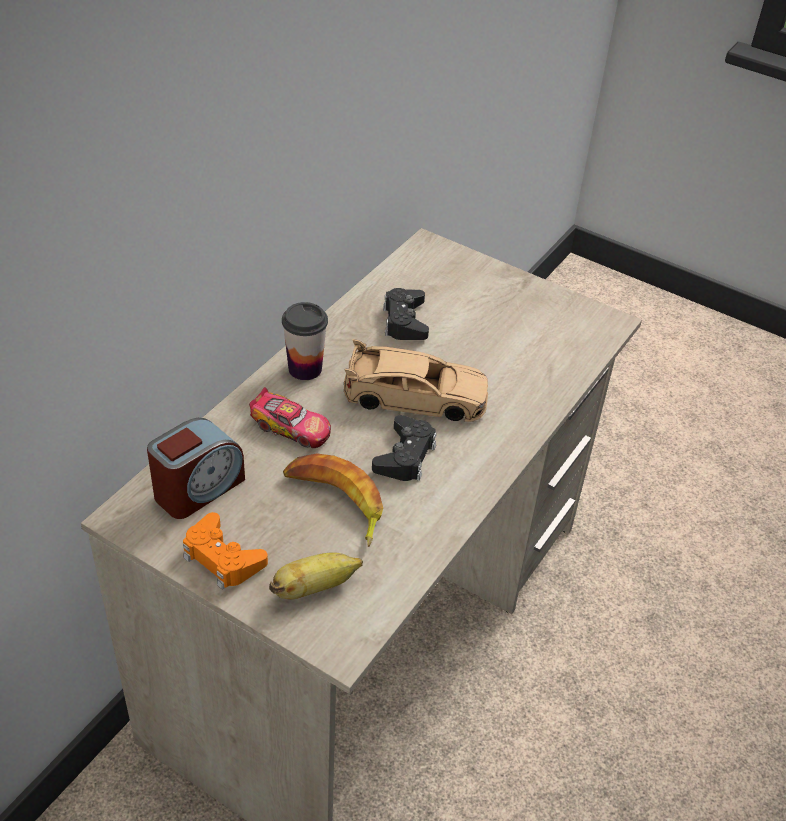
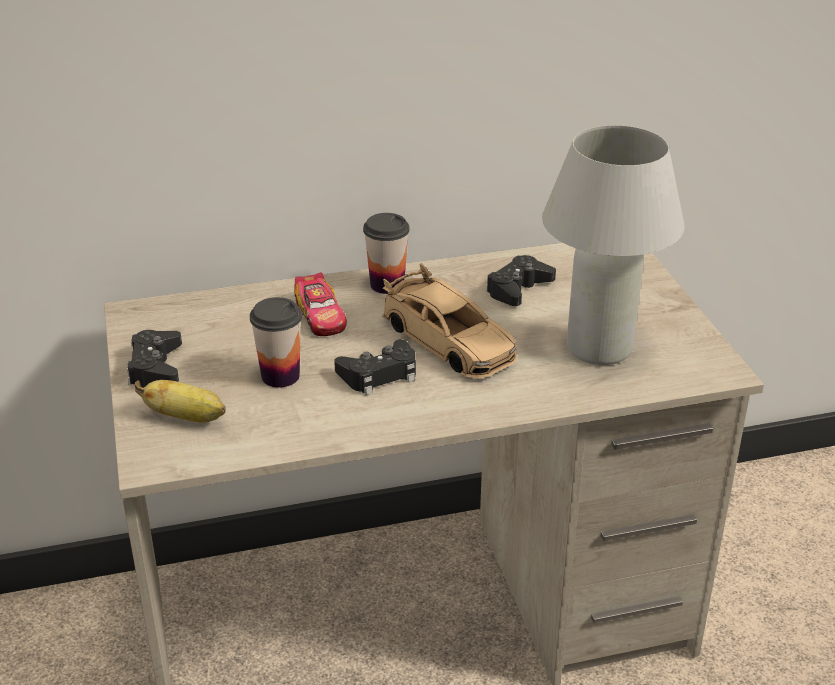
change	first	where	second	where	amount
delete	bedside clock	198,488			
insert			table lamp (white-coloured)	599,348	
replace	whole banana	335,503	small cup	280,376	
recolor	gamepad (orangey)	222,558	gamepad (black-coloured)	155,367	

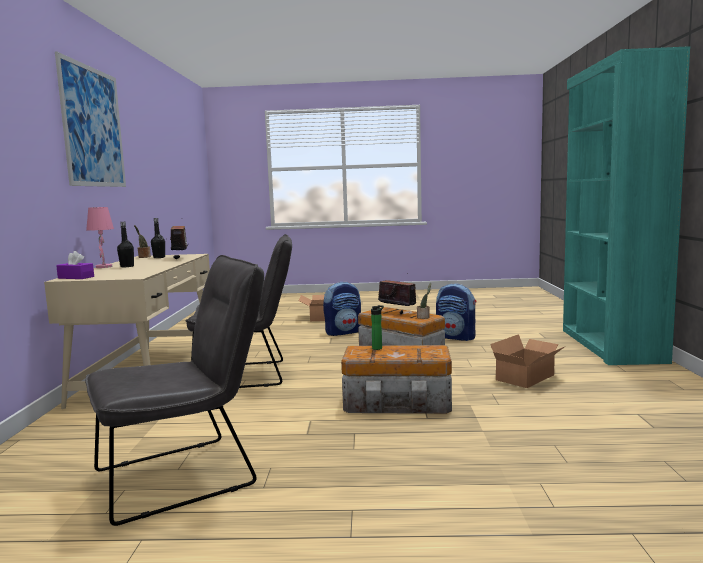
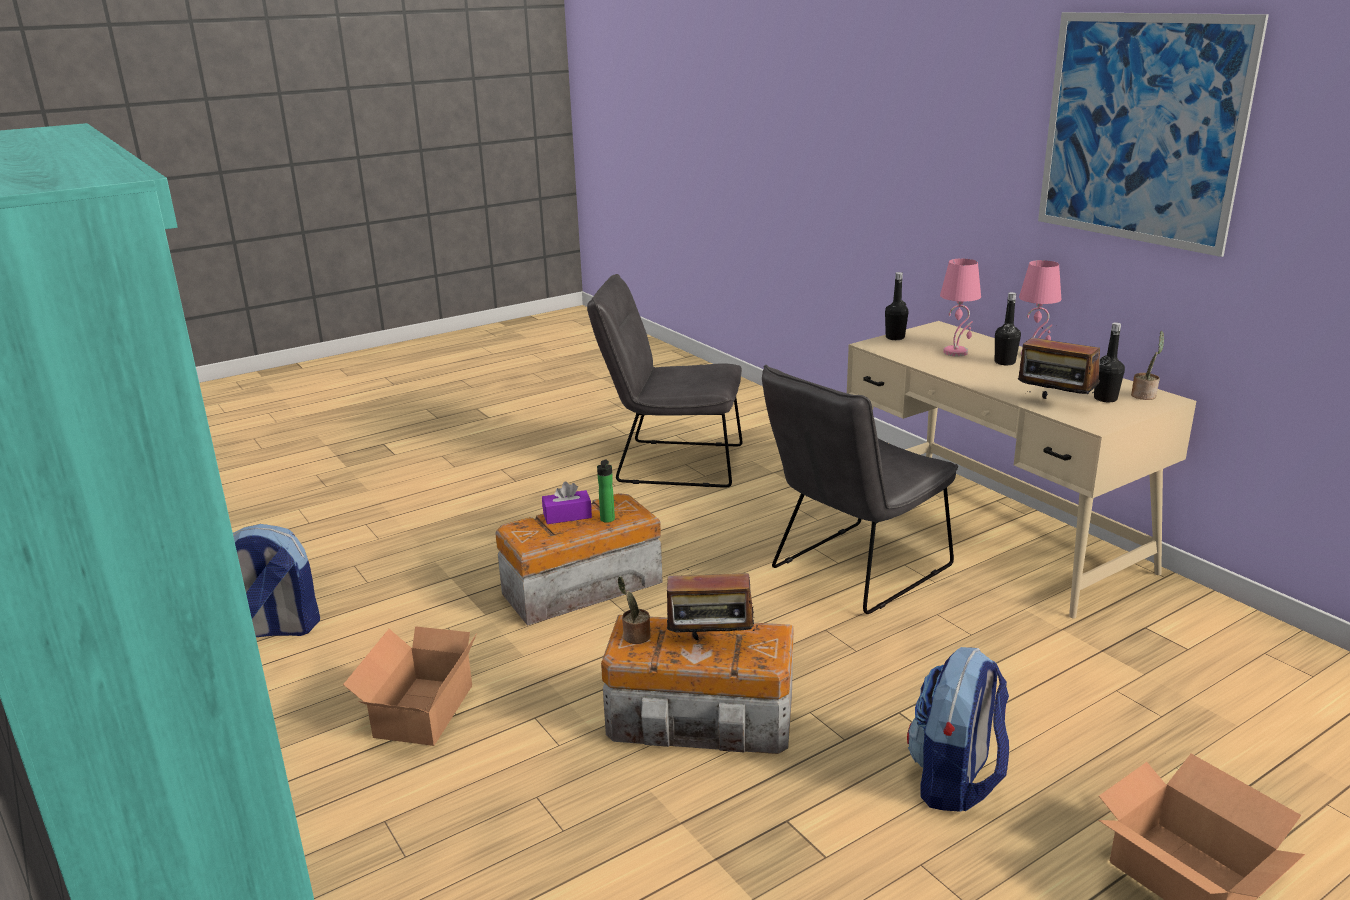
change	first	where	second	where	amount
insert			bottle (black-coloured)	895,337	
insert			table lamp (pink-coloured)	956,352	
move	tissue holder (purple-coloured)	76,277		567,516	
move	knapsack	456,337		275,629	
rotate	chair (greyish)	186,475		670,463	75 degrees clockwise

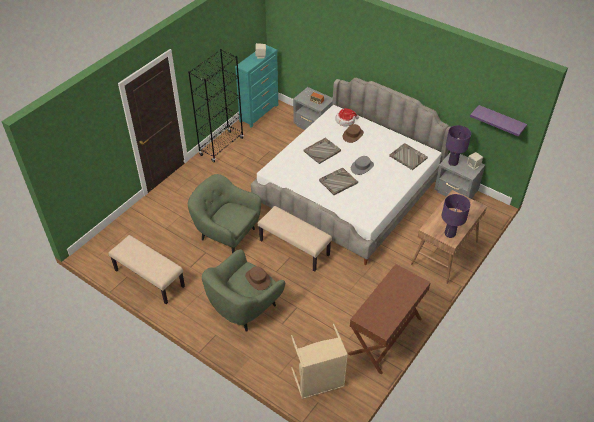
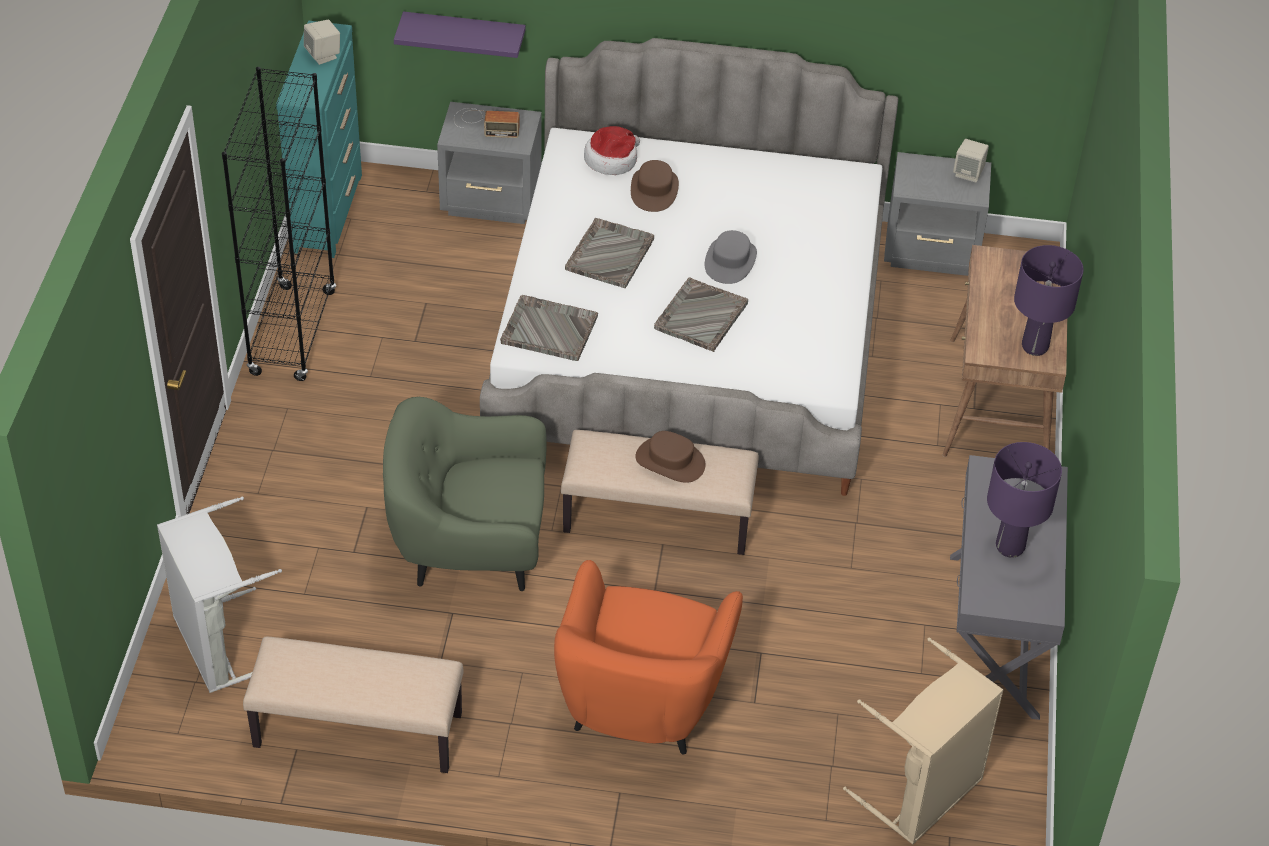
change	first	where	second	where	amount
insert			washing basket (greyish)	219,645	
move	wearable hat (brownish)	258,279		670,461	
move	serving tray (greyish)	408,157		548,329	
move	table lamp (purple-coloured)	453,163		1010,547	
move	bracket shelf (purple-coloured)	500,121		464,34	
recolor	lounge chair (green)	244,307	lounge chair (orangey)	641,703	
recolor	hall table (brownish)	385,336	hall table (greyish)	994,635	

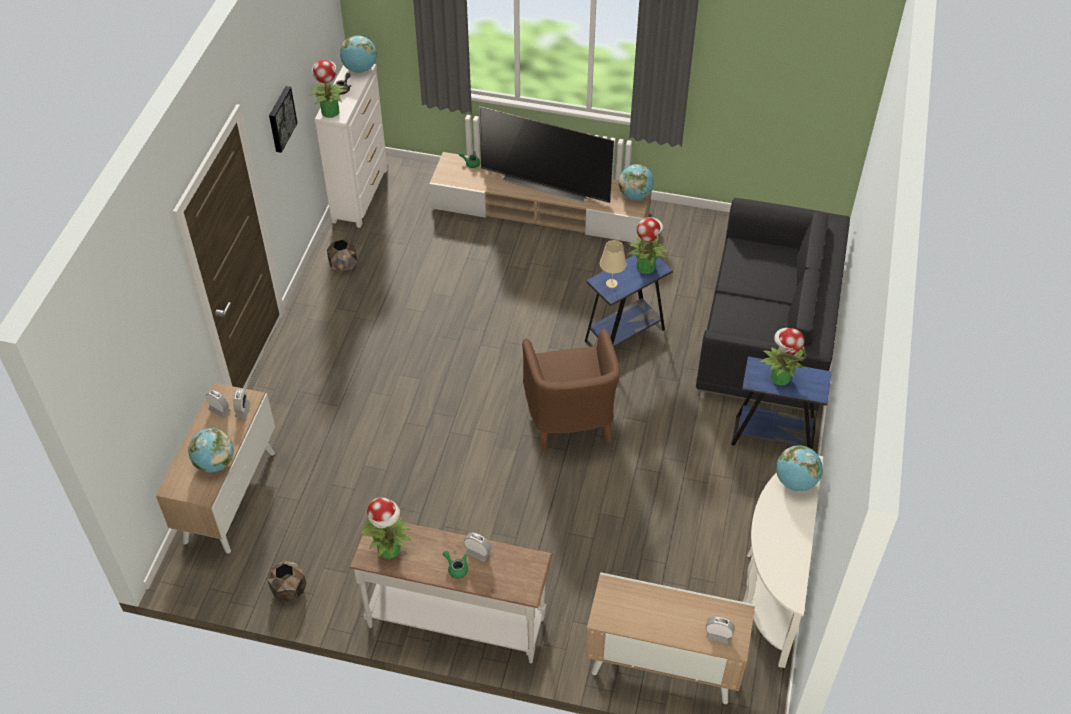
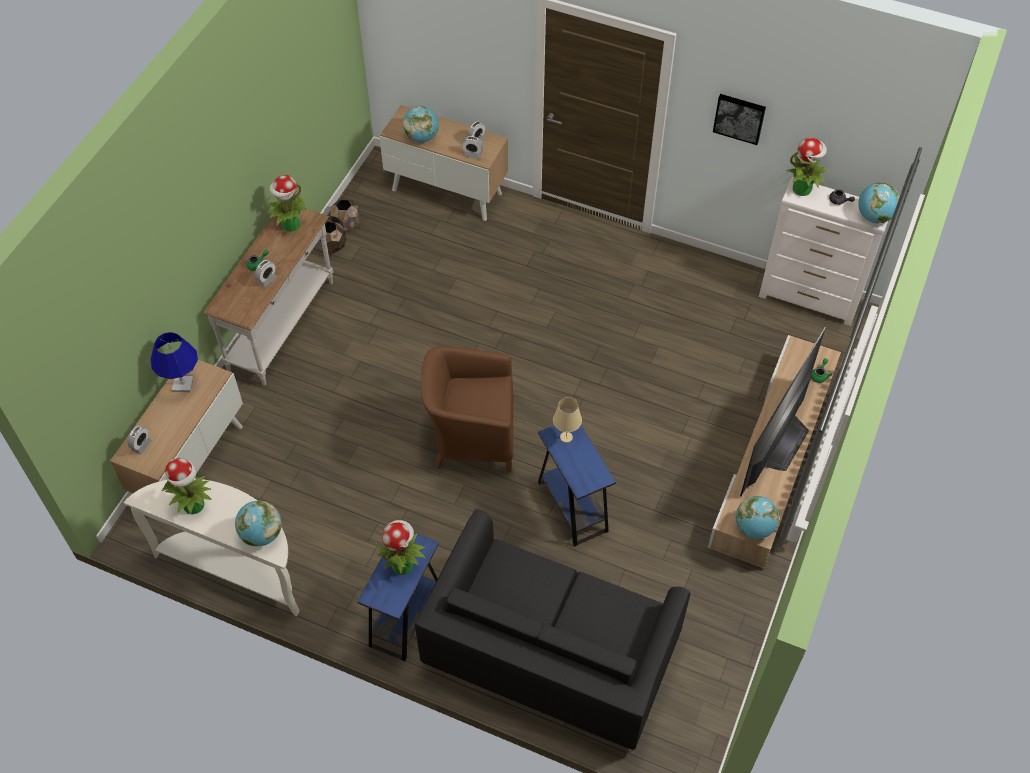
change	first	where	second	where	amount
insert			table lamp (blue)	183,384	
move	planter (brownish)	344,265		332,247	
move	plant in a pot	646,266		194,505	

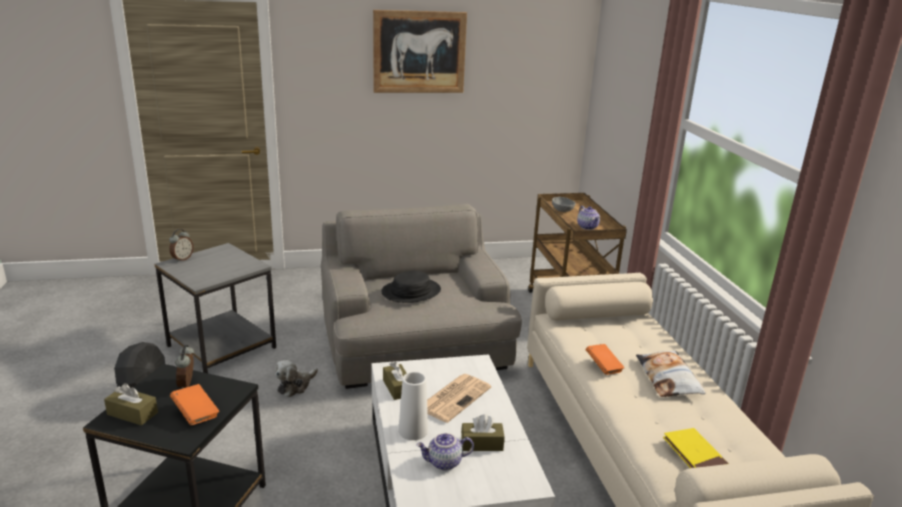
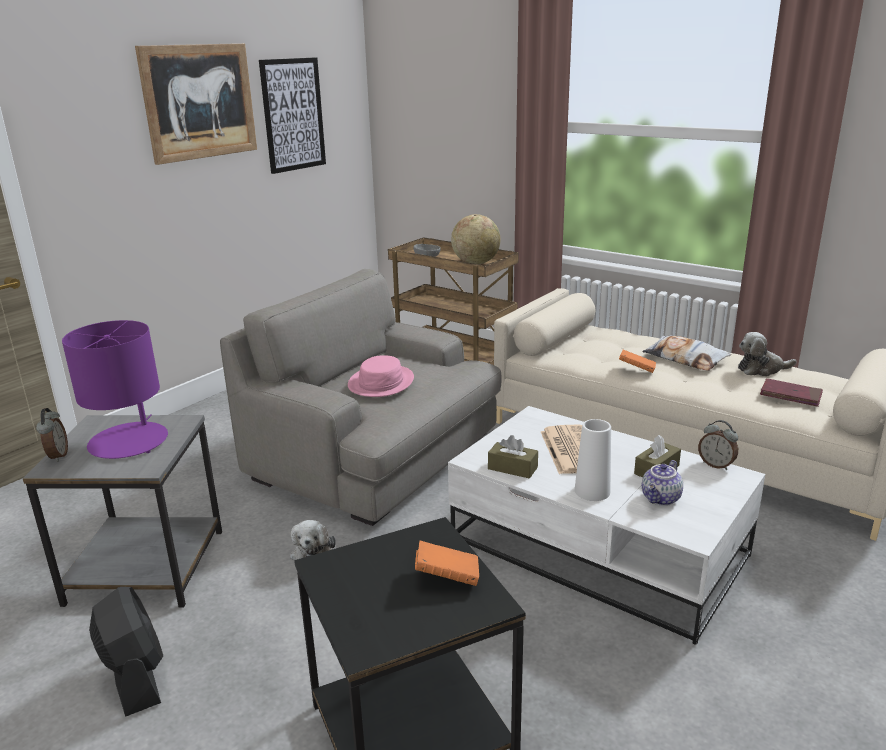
change	first	where	second	where	amount
delete	tissue holder (brownish)	132,413			
insert			table lamp (purple-coloured)	129,441	
insert			wall art	293,115	
insert			plush toy	761,369	
move	bedside clock	188,384		716,465	
replace	tea pot	588,227	desk globe	475,263	
recolor	wearable hat (black-coloured)	411,292	wearable hat (pink-coloured)	381,382	
recolor	volume (yellowish)	694,454	volume (red-coloured)	790,395	

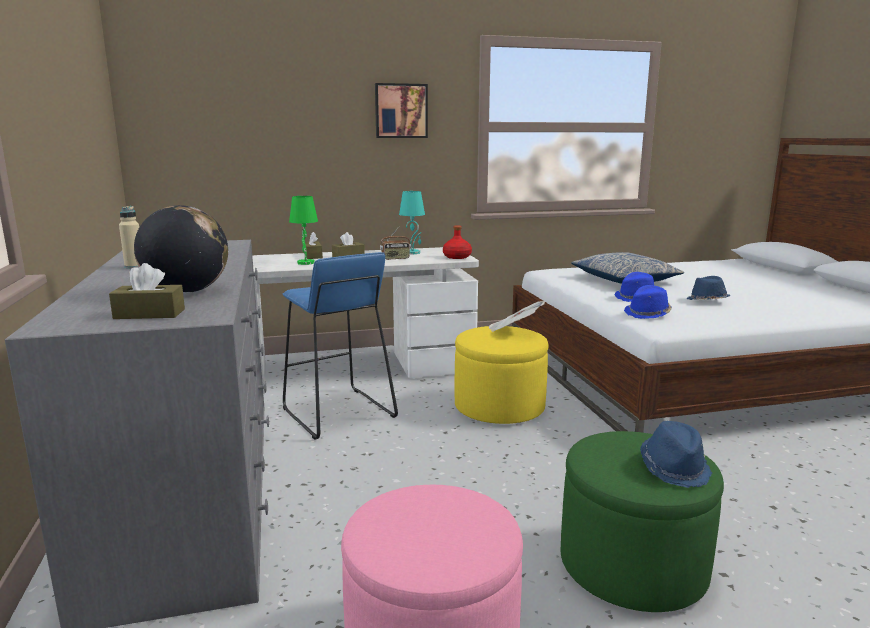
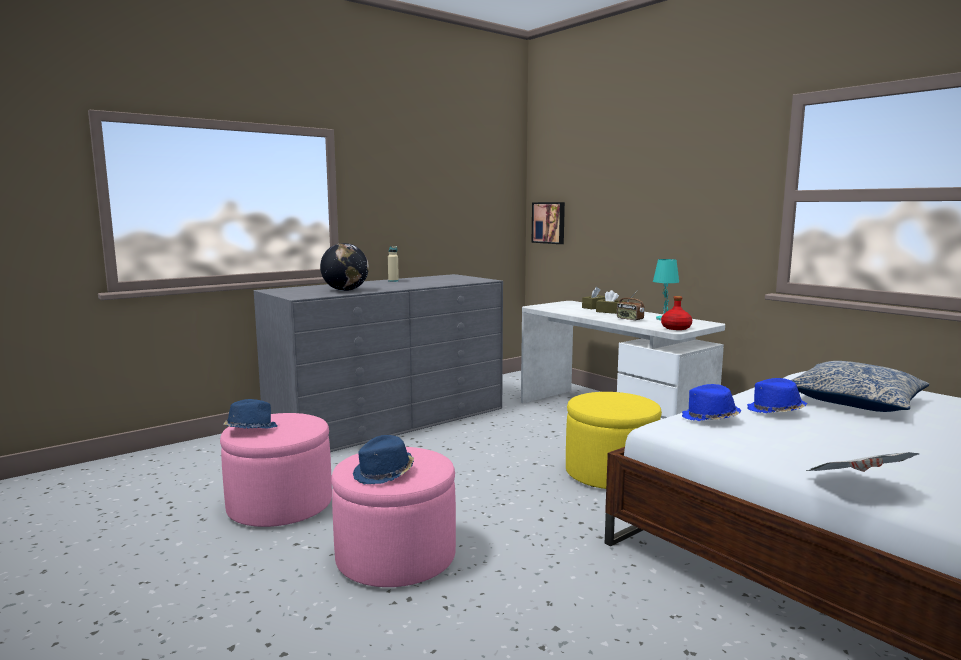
change	first	where	second	where	amount
delete	tissue holder (brownish)	149,314			
delete	stool (blue)	337,413			
delete	table lamp (green)	305,263			
move	wall art	401,111		549,222	
move	printed paper	514,331		856,486	
move	wearable hat (blue)	707,301		250,429	
recolor	pouffe (green)	632,565	pouffe (pink-coloured)	396,557	

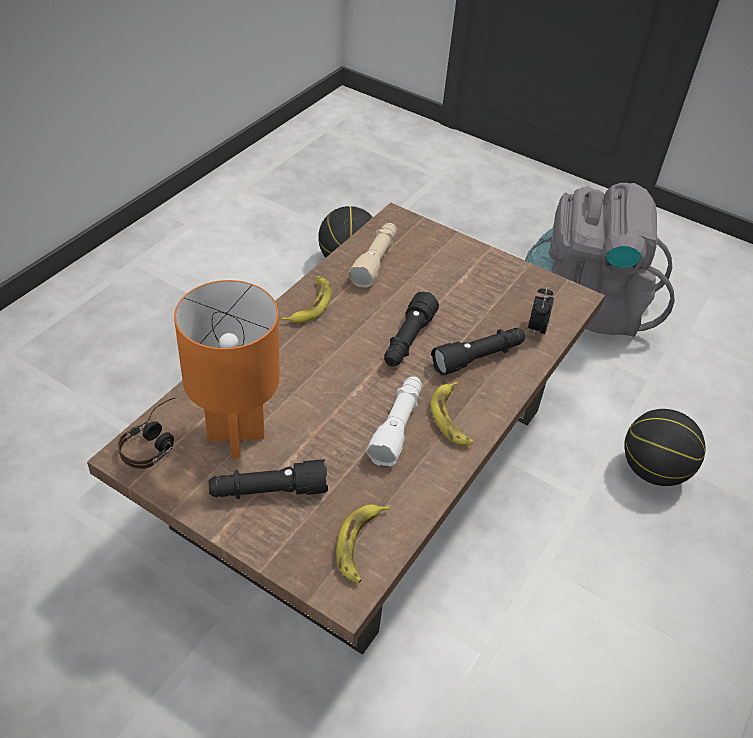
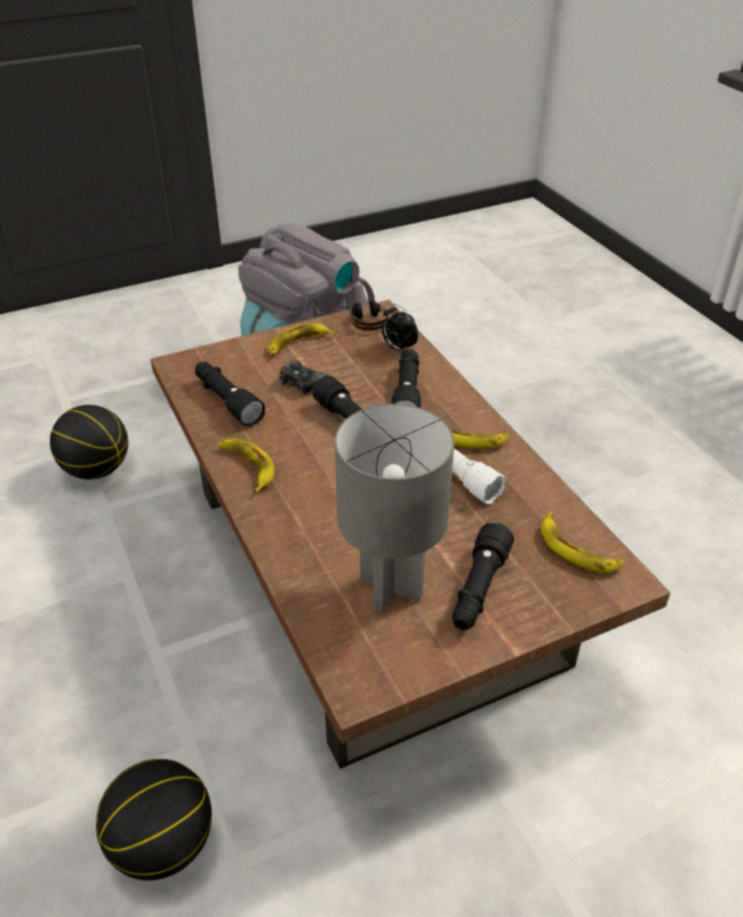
change	first	where	second	where	amount
insert			whole banana	297,344	
insert			gamepad (black-coloured)	302,383	
move	headset	156,441		363,317	
move	basketball ball	653,470		162,844	
recolor	table lamp (orangey)	237,436	table lamp (greyish)	390,587	
recolor	flashlight (sand-coloured)	375,261	flashlight (black-coloured)	227,401	

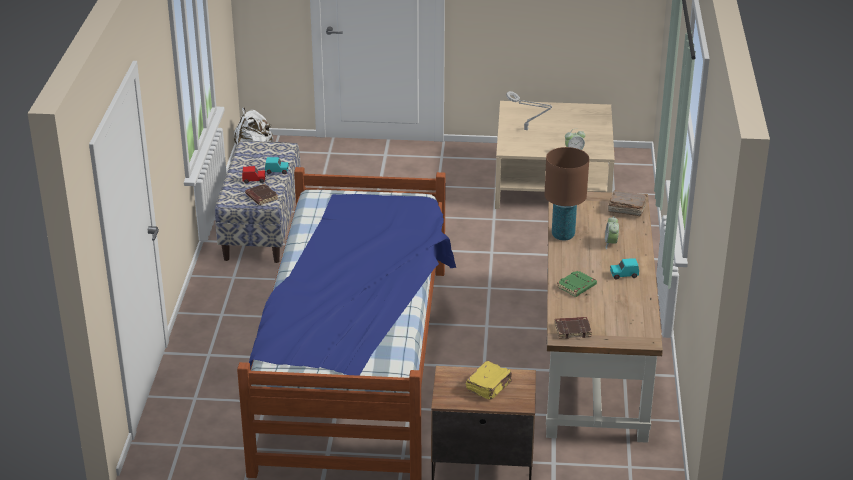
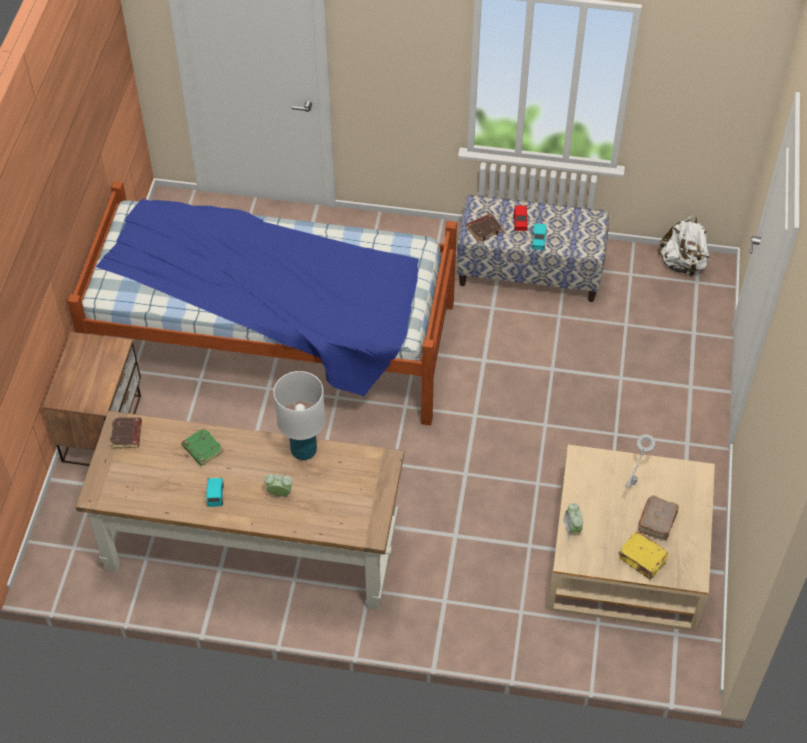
change	first	where	second	where	amount
move	volume (yellowish)	489,387		642,560	
move	volume (brownish)	626,209		657,522	
recolor	table lamp (brownish)	563,235	table lamp (white-coloured)	304,450	

